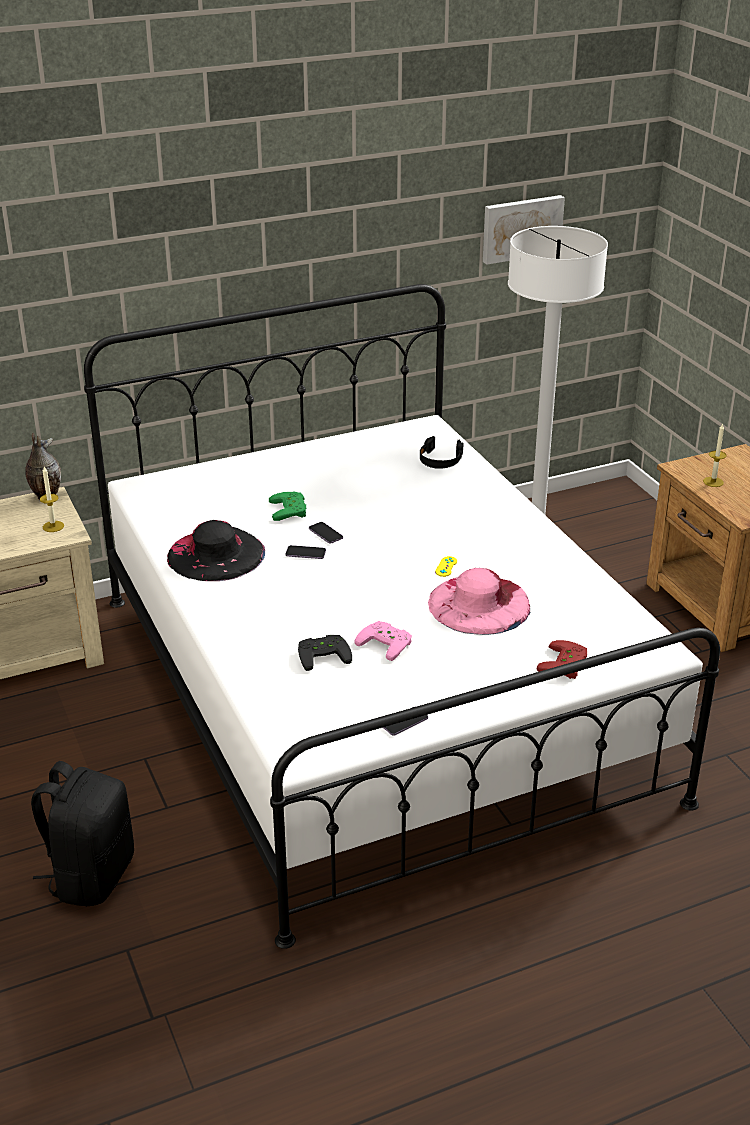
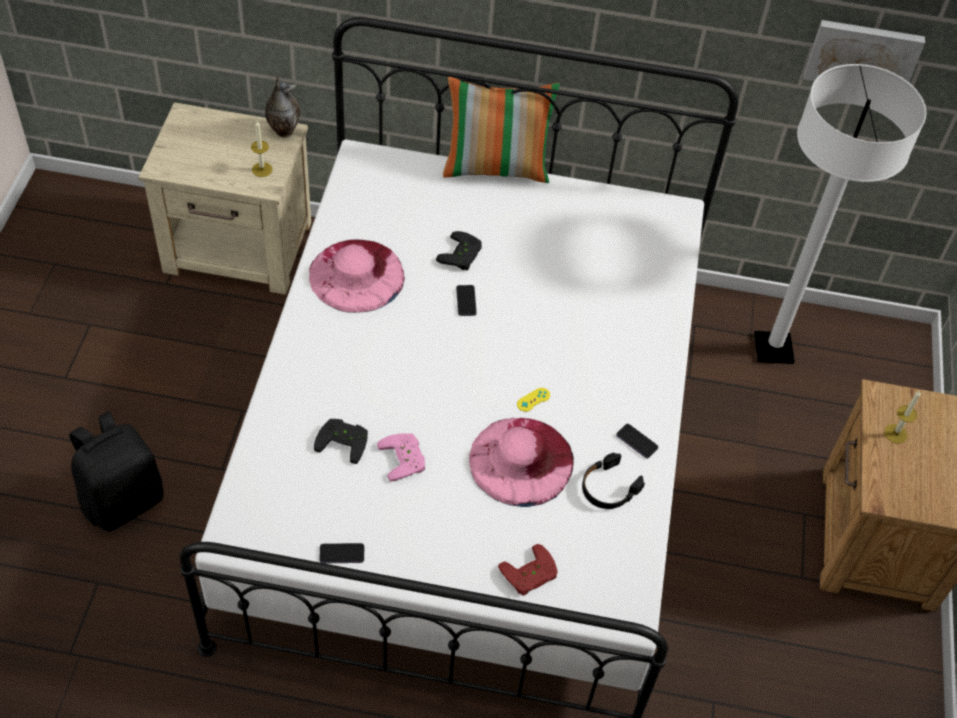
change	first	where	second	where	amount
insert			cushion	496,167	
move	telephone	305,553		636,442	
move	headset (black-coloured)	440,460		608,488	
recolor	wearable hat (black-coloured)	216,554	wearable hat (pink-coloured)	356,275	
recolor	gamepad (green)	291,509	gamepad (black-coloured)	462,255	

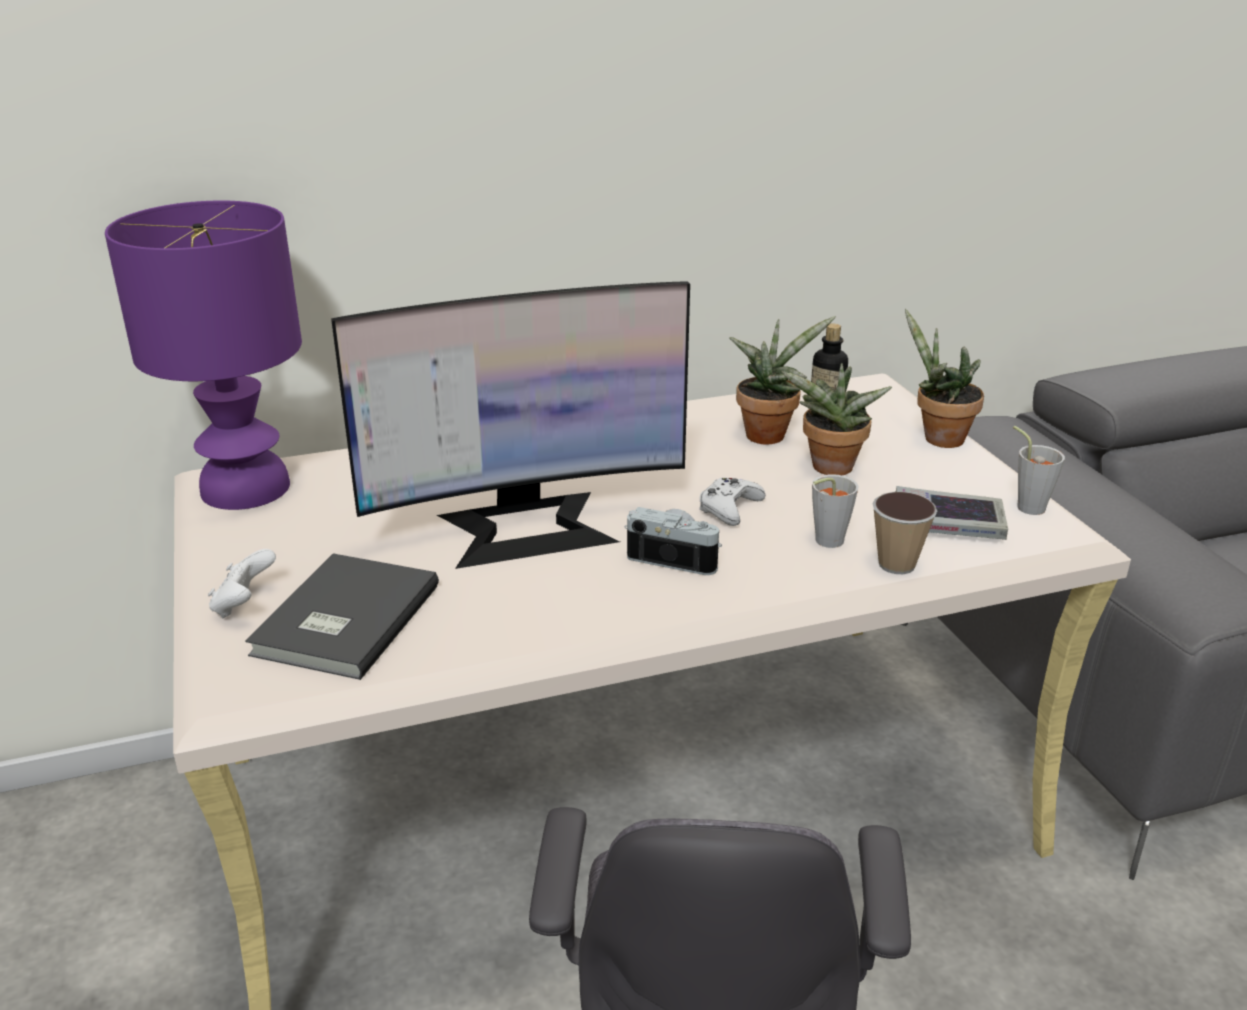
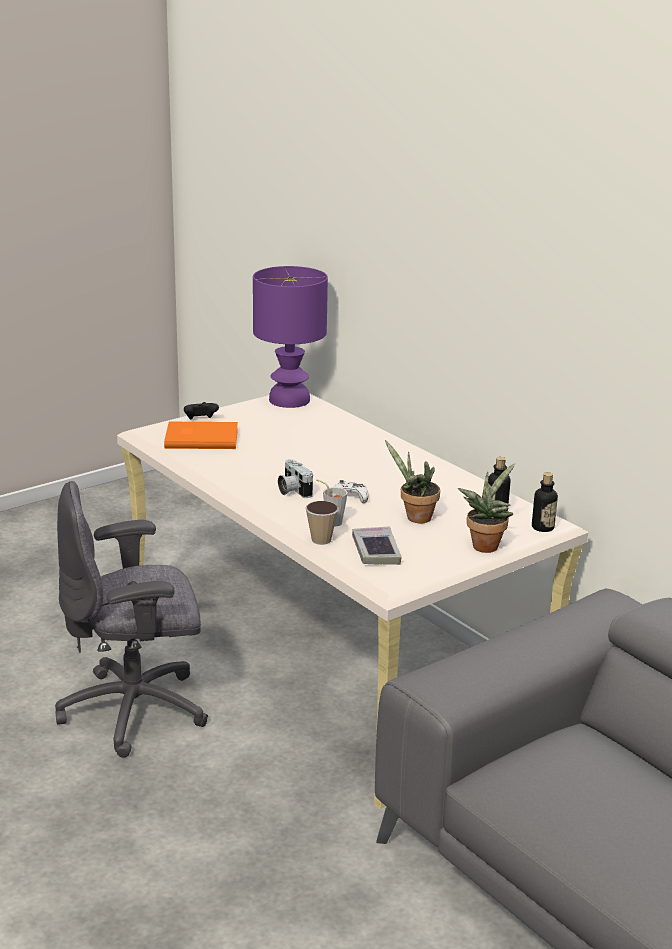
change	first	where	second	where	amount
delete	monitor	527,528			
delete	plant in a pot	768,433			
delete	small cup (greyish)	1026,505			
insert			bottle	542,527	
recolor	gamepad (white-coloured)	244,605	gamepad (black-coloured)	200,420	
recolor	volume (greyish)	341,620	volume (orangey)	200,437	
rotate	photo camera	675,557		292,490	150 degrees clockwise

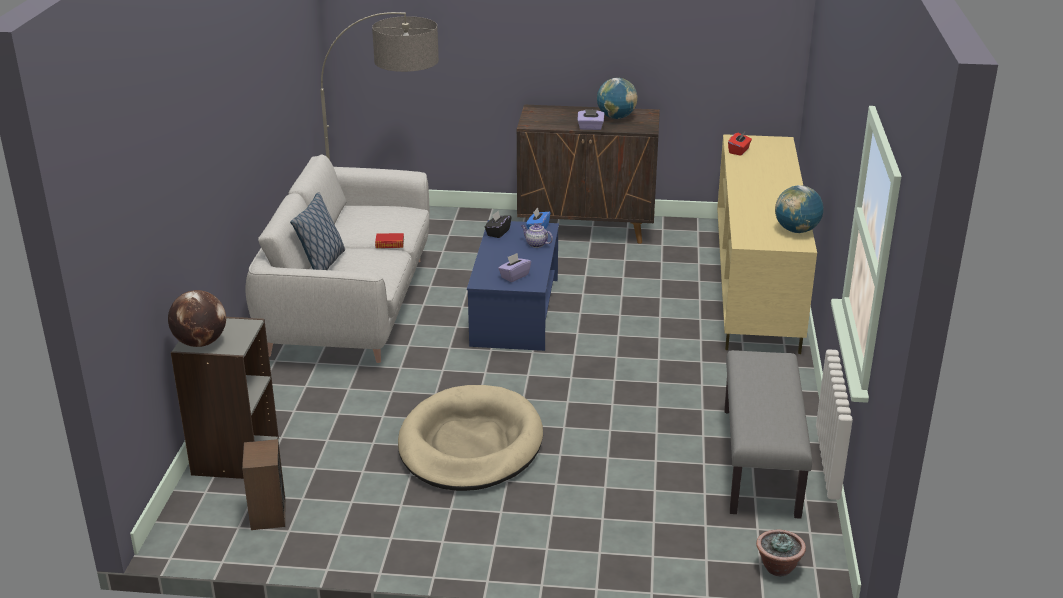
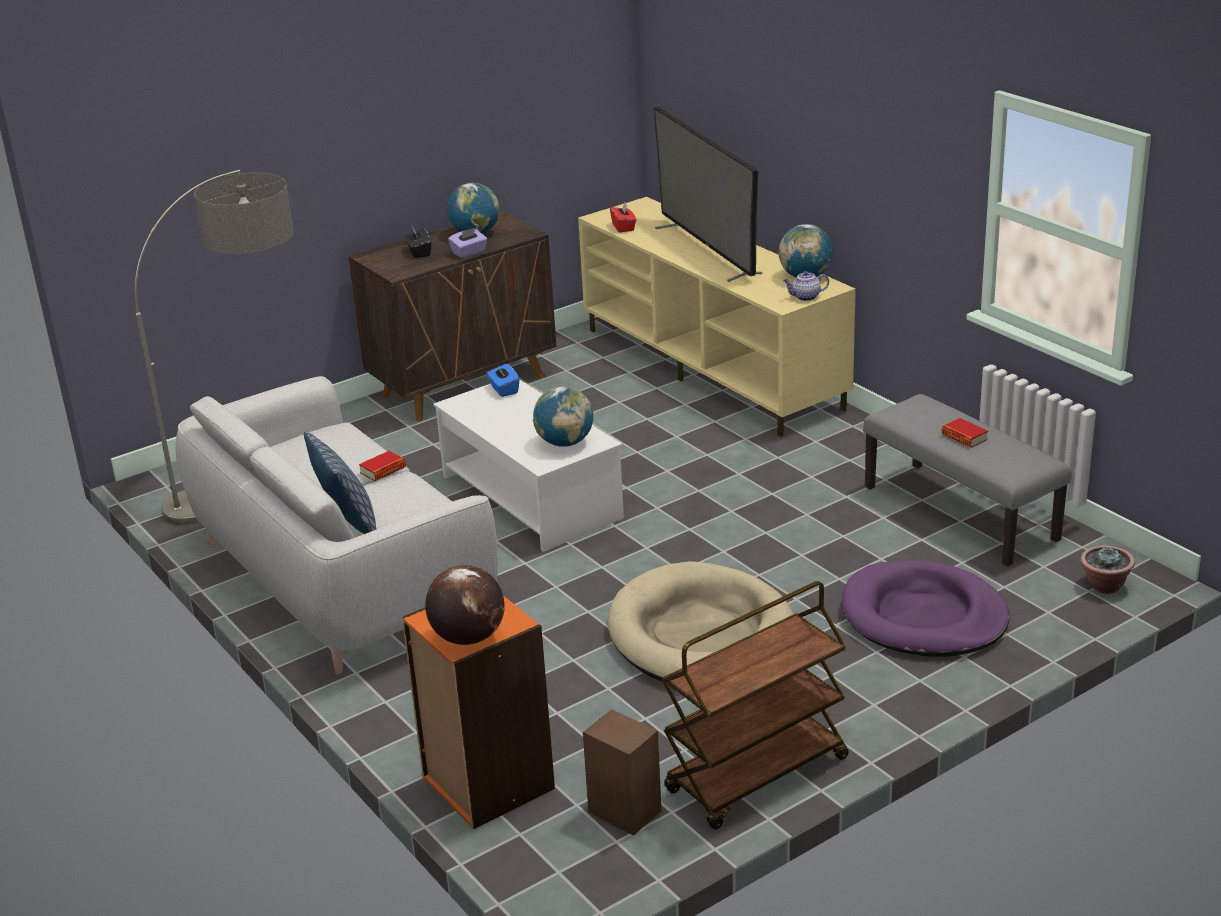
change	first	where	second	where	amount
insert			TV	707,250	
insert			trolley (brownish)	757,776	
insert			pet bed (purple-coloured)	923,616	
insert			volume	964,437	
move	tissue holder (black-coloured)	498,232		419,252	
move	tea pot	536,244		805,297	
replace	tissue holder (purple-coloured)	514,276	desk globe	565,443	
recolor	bookshelf (greyish)	234,456	bookshelf (orangey)	486,783	
recolor	coffee table (blue)	515,311	coffee table (white-coloured)	530,496	

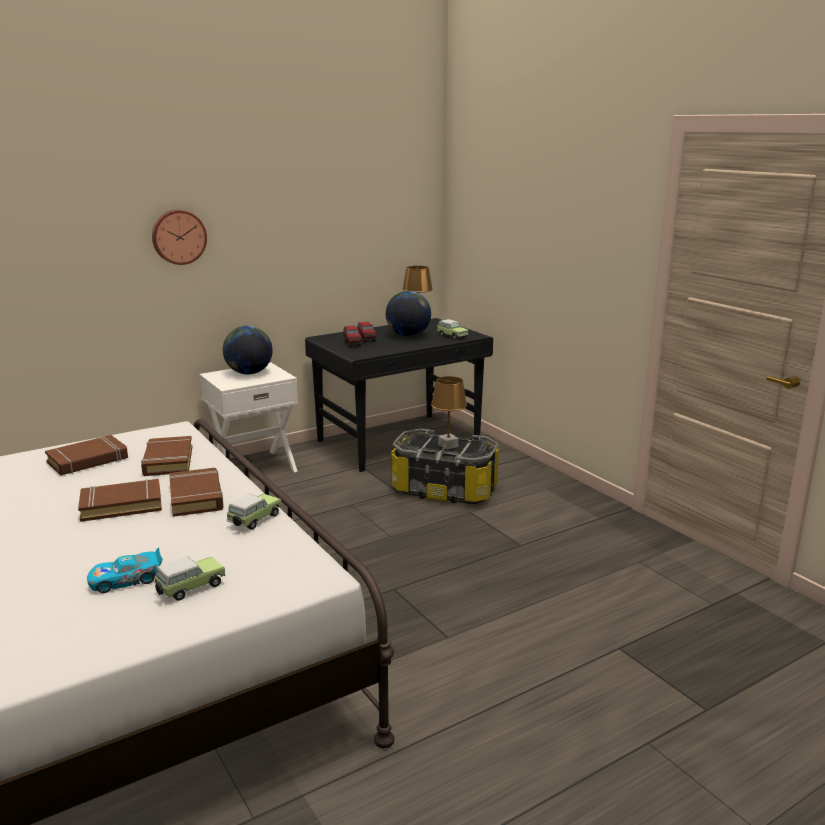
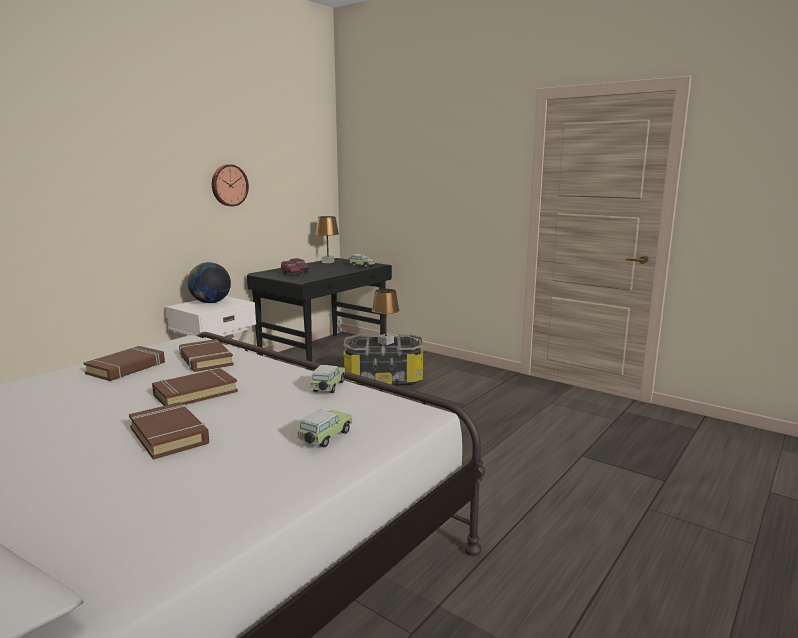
change	first	where	second	where	amount
delete	miniature car	126,580			
delete	desk globe	408,335			
move	clock on the wall	178,237		228,185	
move	volume (brownish)	196,497		169,435	

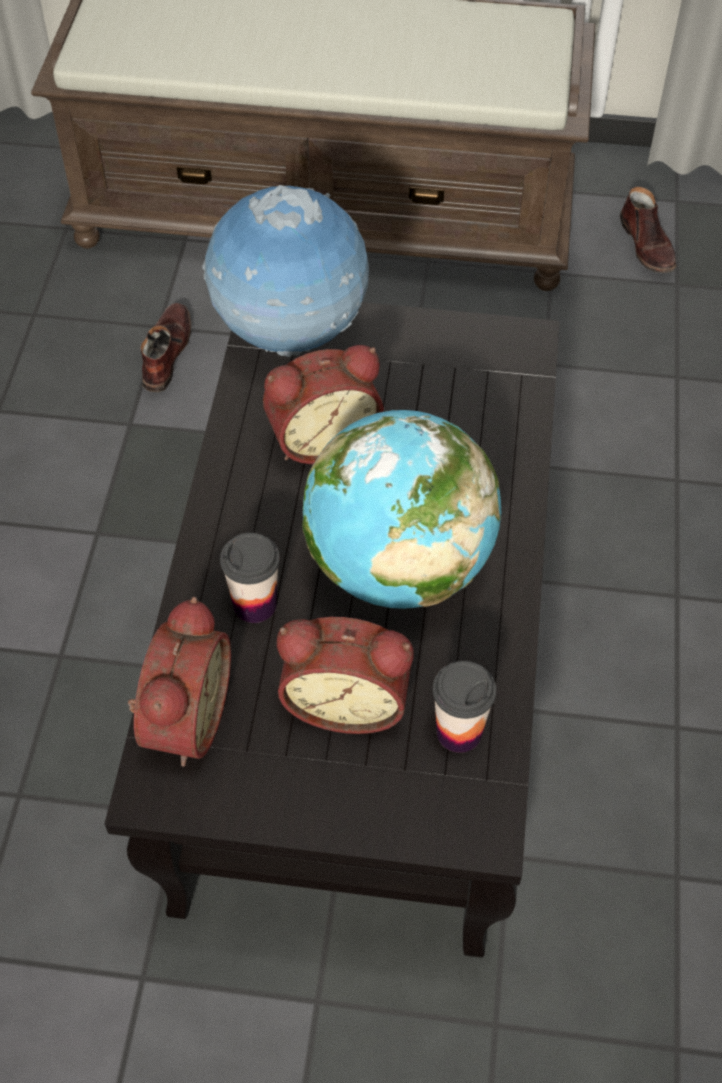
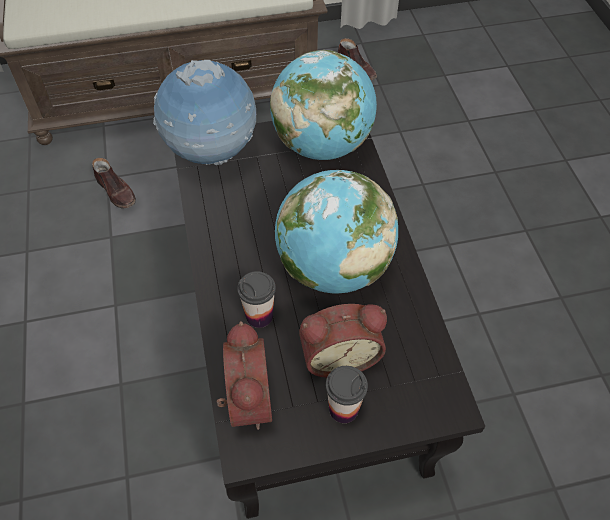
change	first	where	second	where	amount
delete	bedside clock	322,437			
insert			desk globe	322,145	
move	small cup	459,732		343,409	
rotate	low shoe (brownish)	165,353		116,191	150 degrees clockwise

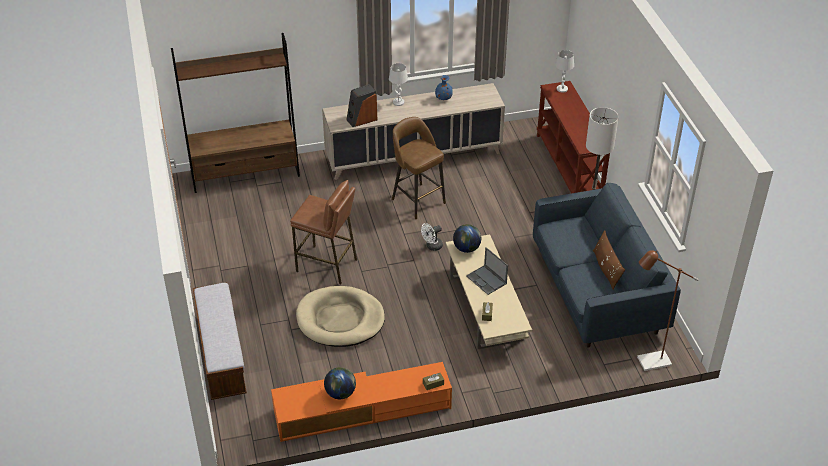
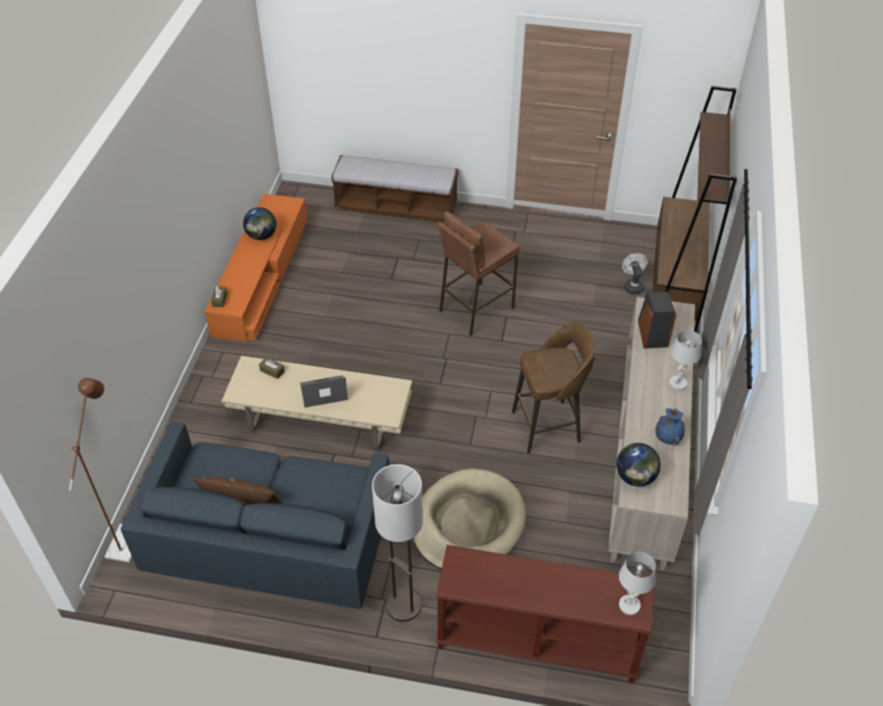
change	first	where	second	where	amount
move	pet bed (sand-coloured)	340,319		468,524	
move	electric fan (white-coloured)	432,246		632,286	
move	desk globe	467,248		635,477	

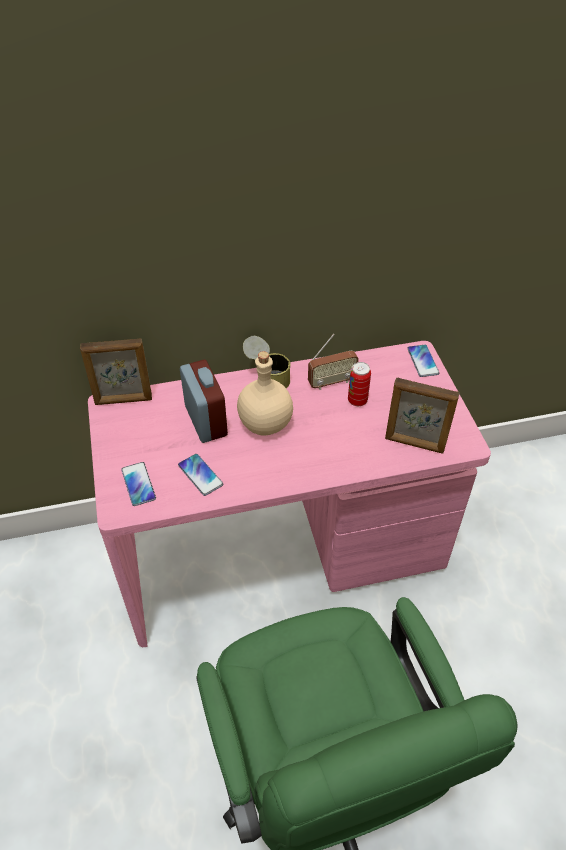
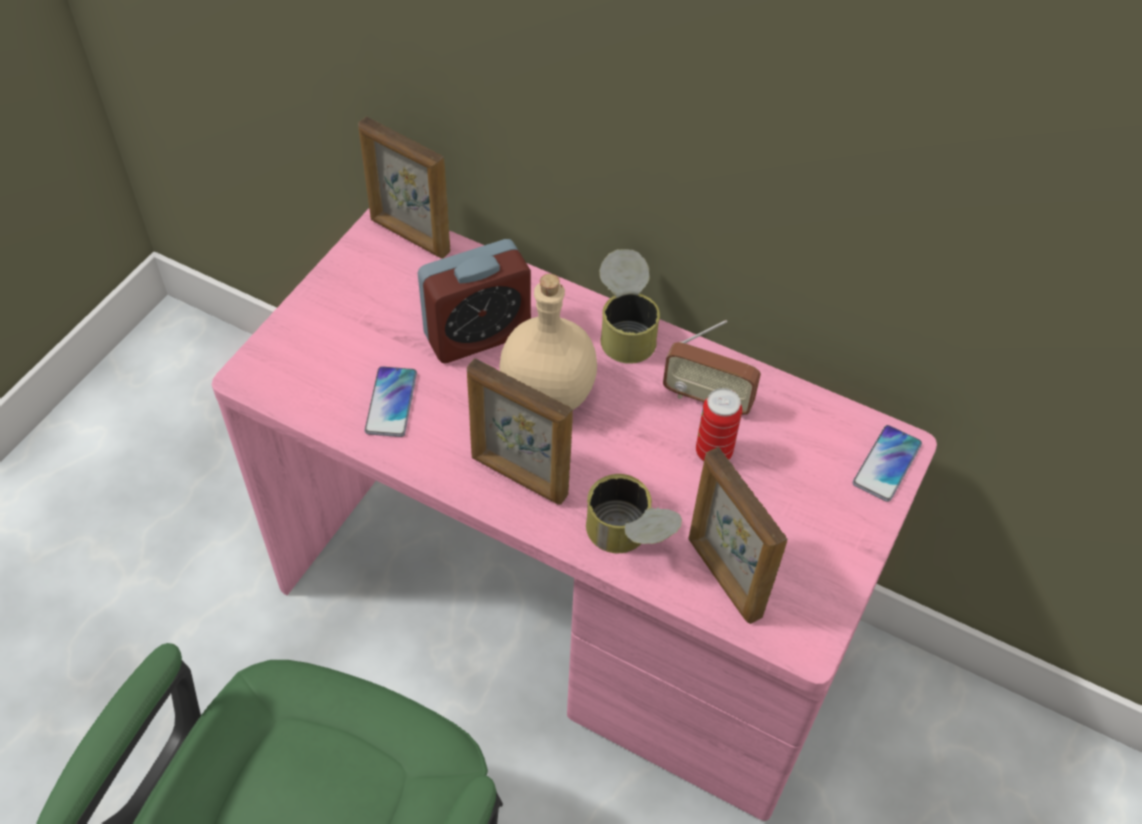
change	first	where	second	where	amount
delete	telephone	138,484			
insert			picture frame	518,477	
insert			can	629,540	
rotate	bedside clock	206,421		477,334	45 degrees clockwise

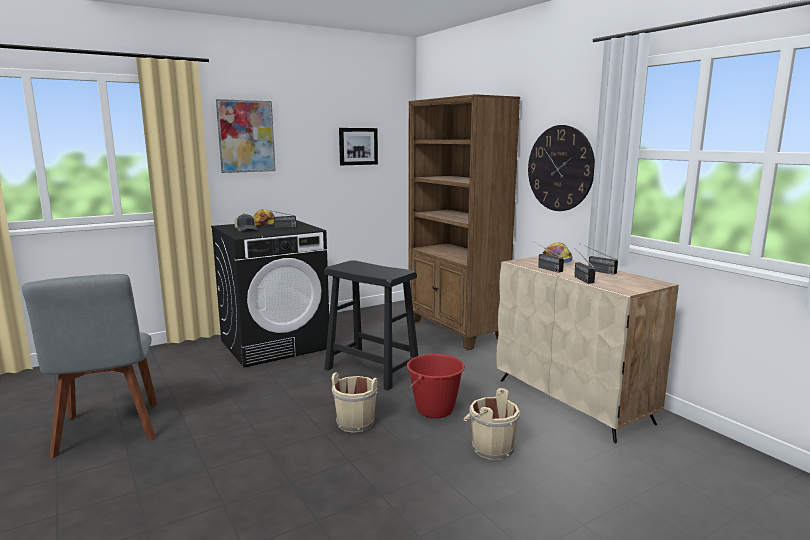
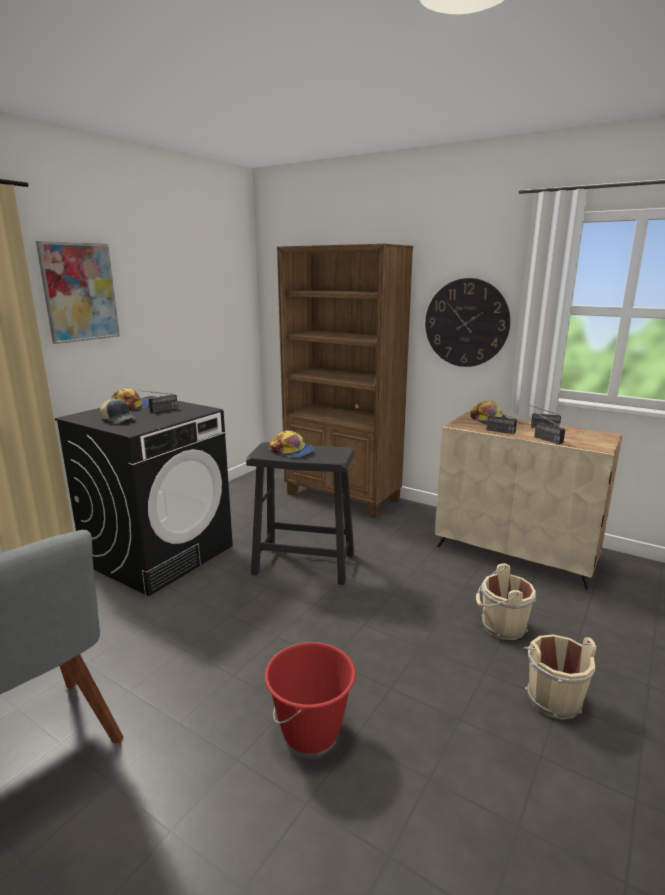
change	first	where	second	where	amount
delete	wall art	358,146			
insert			baseball cap	292,451	
move	bucket (sand-coloured)	355,422		552,697	
move	bucket (red-coloured)	435,410		311,731	

